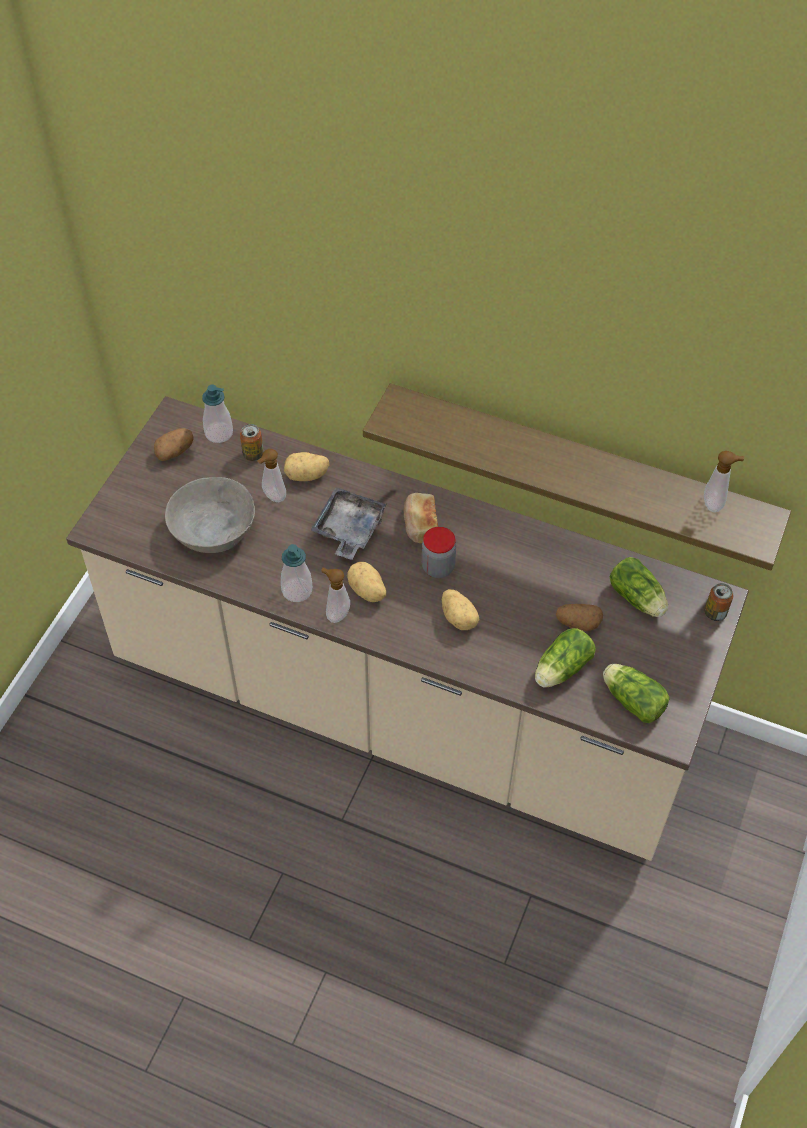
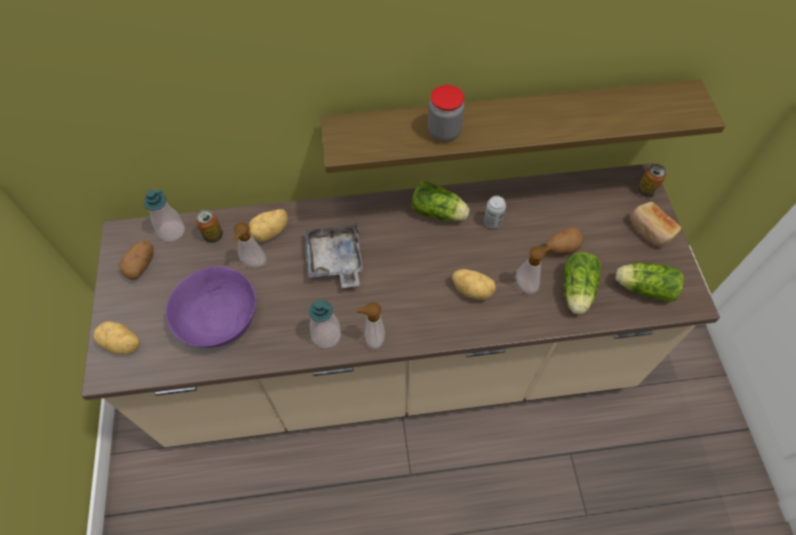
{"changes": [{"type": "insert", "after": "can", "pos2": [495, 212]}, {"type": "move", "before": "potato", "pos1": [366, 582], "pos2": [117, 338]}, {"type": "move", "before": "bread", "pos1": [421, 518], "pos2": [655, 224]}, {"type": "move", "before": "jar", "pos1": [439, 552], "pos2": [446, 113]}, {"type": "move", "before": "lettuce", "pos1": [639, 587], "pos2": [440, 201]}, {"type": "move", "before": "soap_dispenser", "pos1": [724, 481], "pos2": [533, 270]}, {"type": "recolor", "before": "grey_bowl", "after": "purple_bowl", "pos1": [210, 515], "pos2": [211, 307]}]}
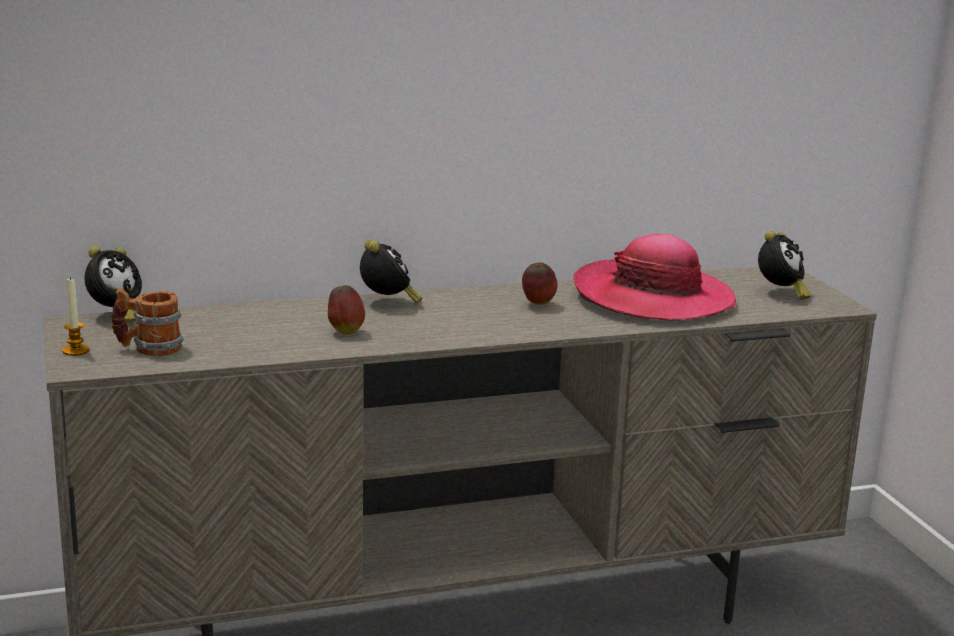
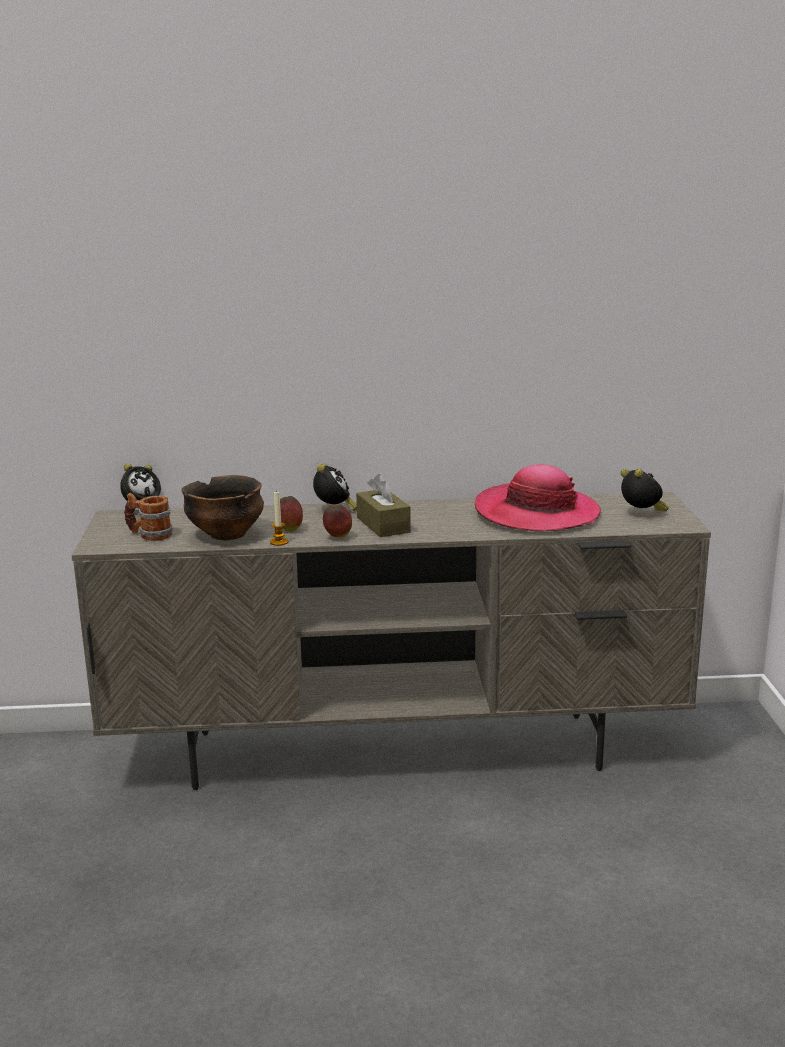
{"changes": [{"type": "insert", "after": "bowl", "pos2": [222, 507]}, {"type": "insert", "after": "brown_tissue_box", "pos2": [383, 505]}, {"type": "move", "before": "candle", "pos1": [76, 316], "pos2": [279, 518]}, {"type": "move", "before": "apple", "pos1": [540, 283], "pos2": [337, 521]}, {"type": "rotate", "before": "alarm_clock", "pos1": [784, 265], "pos2": [645, 490], "turn": -75}]}
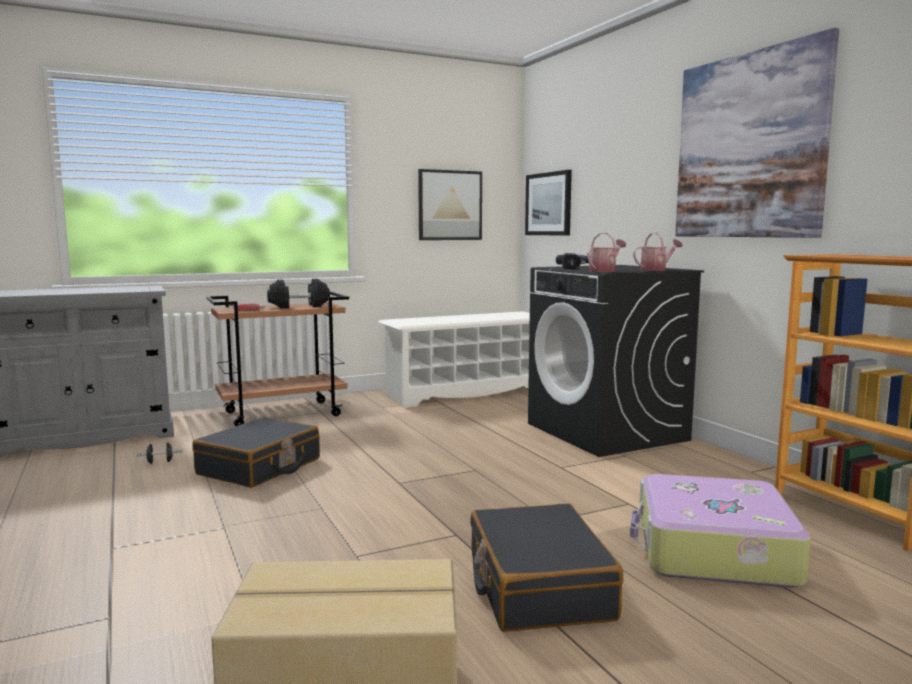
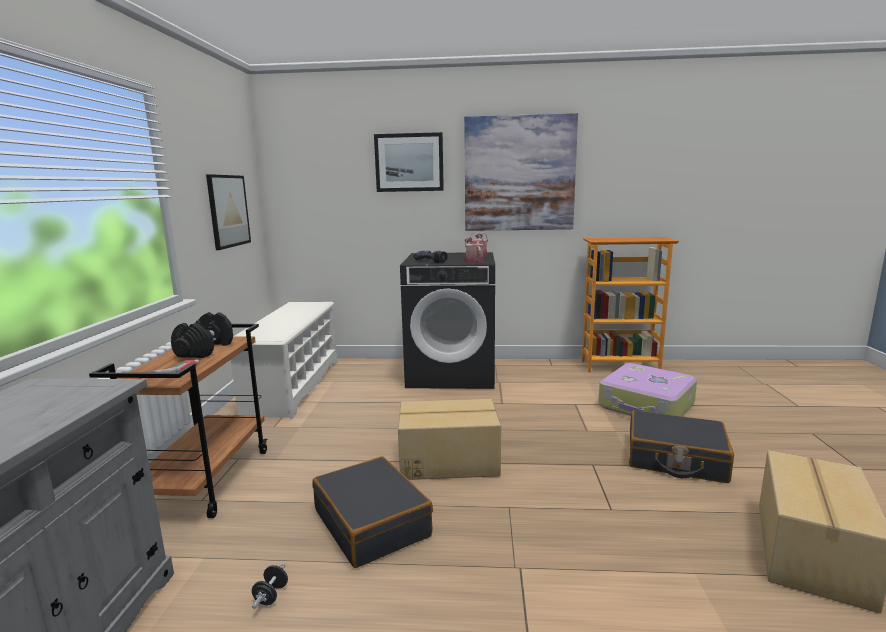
{"changes": [{"type": "insert", "after": "cardboard_box", "pos2": [449, 439]}, {"type": "move", "before": "picture", "pos1": [548, 203], "pos2": [409, 162]}]}
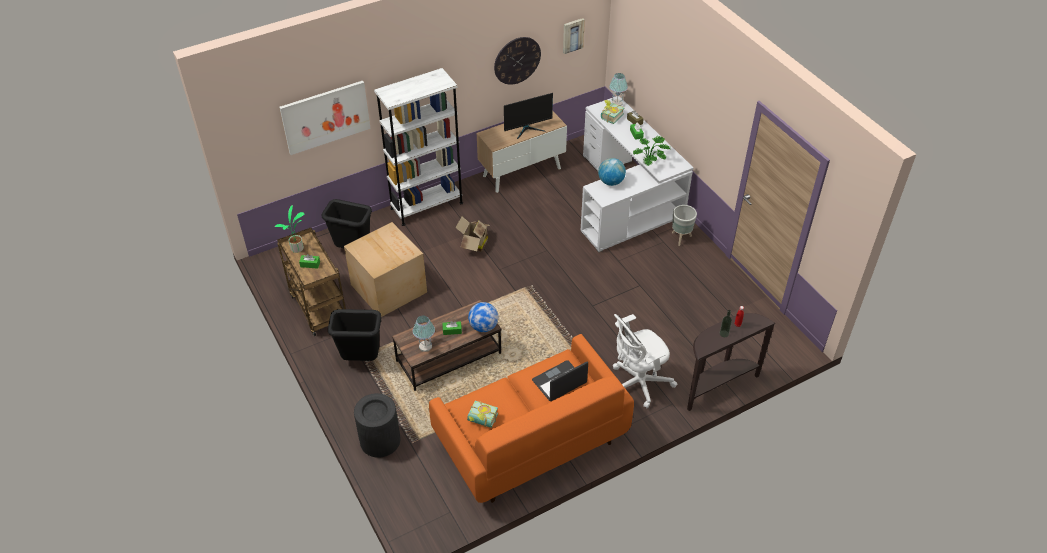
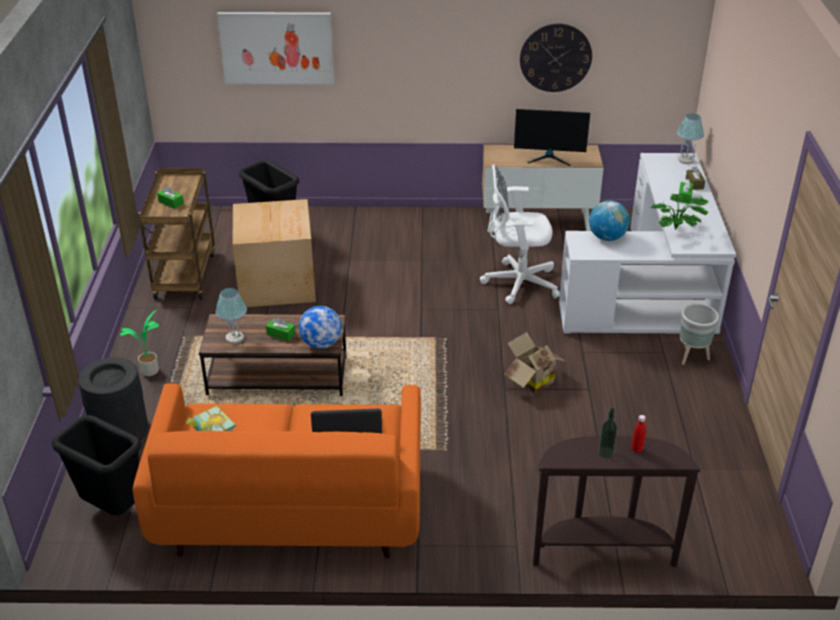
{"changes": [{"type": "delete", "before": "white_bookcase", "pos1": [418, 147]}, {"type": "delete", "before": "picture", "pos1": [574, 36]}, {"type": "delete", "before": "book", "pos1": [612, 112]}, {"type": "move", "before": "potted_plant", "pos1": [289, 229], "pos2": [139, 343]}, {"type": "move", "before": "black_trash_can", "pos1": [354, 335], "pos2": [96, 465]}, {"type": "move", "before": "cardboard_box", "pos1": [472, 234], "pos2": [534, 363]}, {"type": "move", "before": "white_office_chair", "pos1": [645, 361], "pos2": [520, 234]}]}
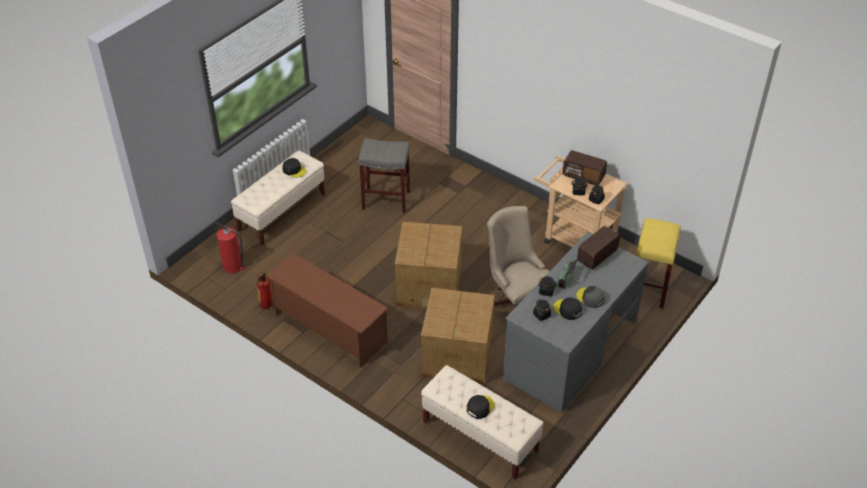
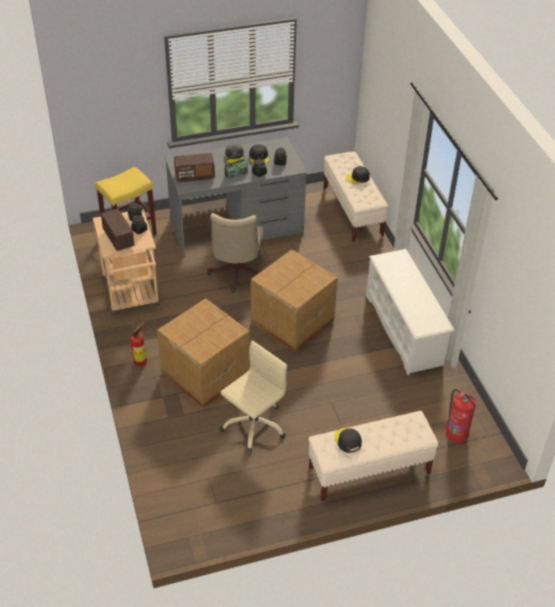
{"changes": [{"type": "move", "before": "fire_extinguisher", "pos1": [264, 291], "pos2": [138, 344]}, {"type": "move", "before": "cardboard_box", "pos1": [458, 336], "pos2": [203, 353]}, {"type": "replace", "before": "grey_stool", "after": "beige_office_chair", "pos1": [384, 175], "pos2": [253, 396]}, {"type": "recolor", "before": "brown_shoe_rack", "after": "white_shoe_rack", "pos1": [326, 310], "pos2": [410, 312]}]}
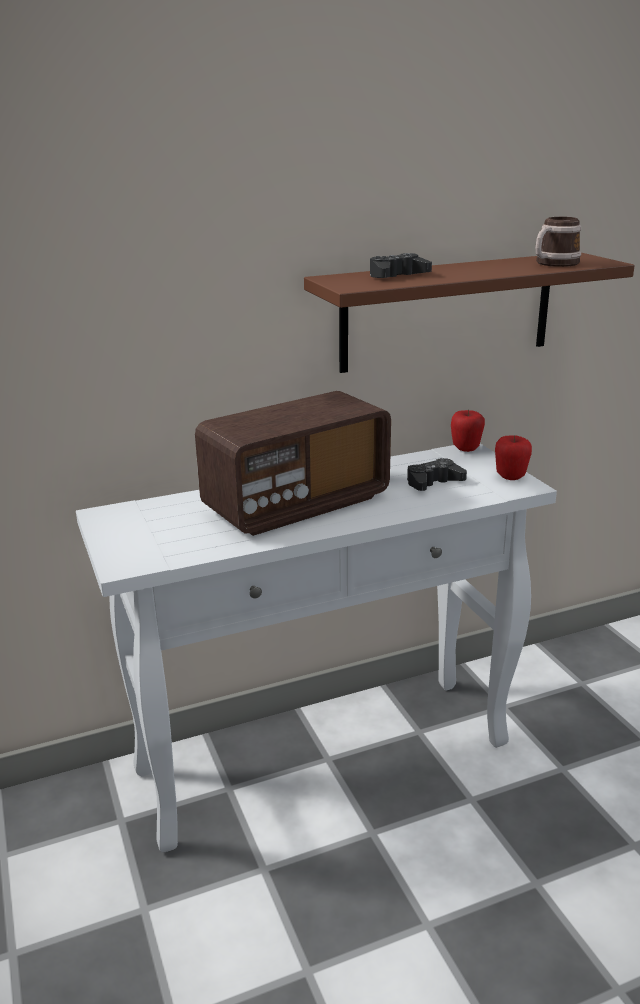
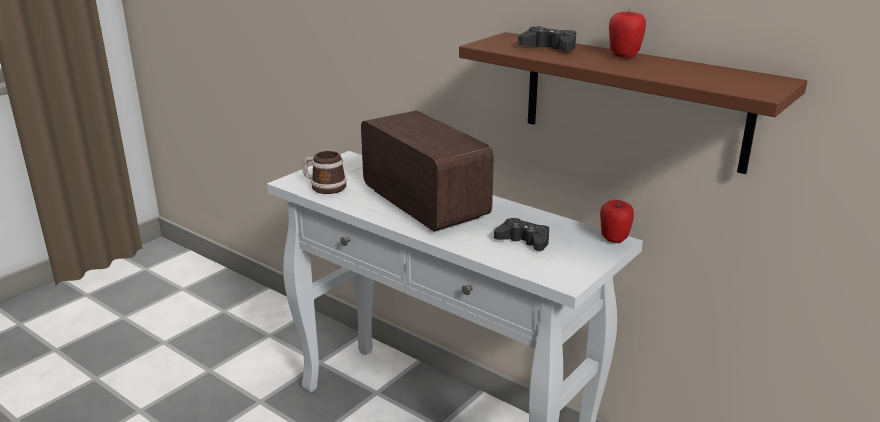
{"changes": [{"type": "move", "before": "apple", "pos1": [513, 457], "pos2": [627, 34]}, {"type": "move", "before": "mug", "pos1": [558, 242], "pos2": [325, 172]}, {"type": "rotate", "before": "radio", "pos1": [293, 463], "pos2": [427, 171], "turn": -150}]}
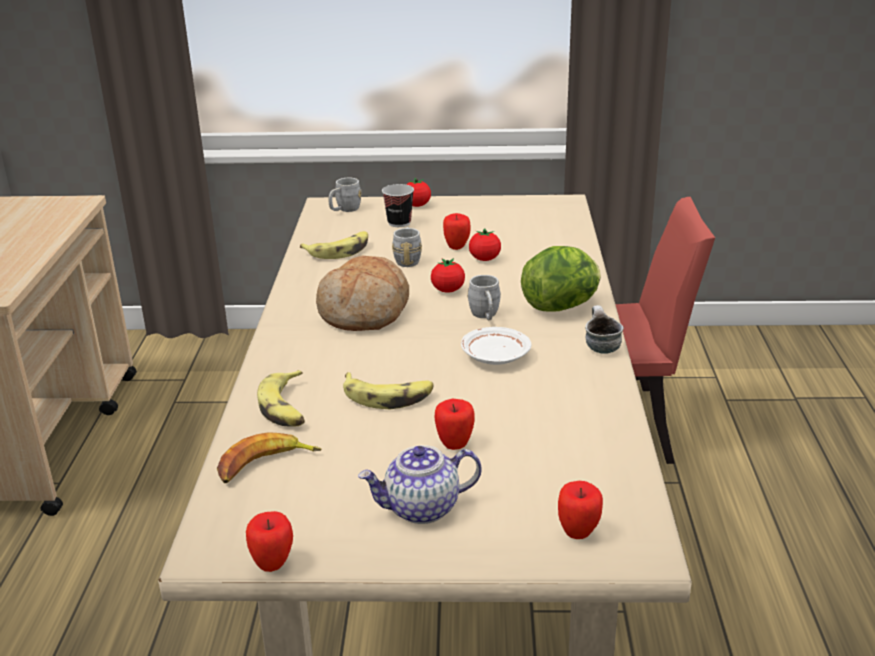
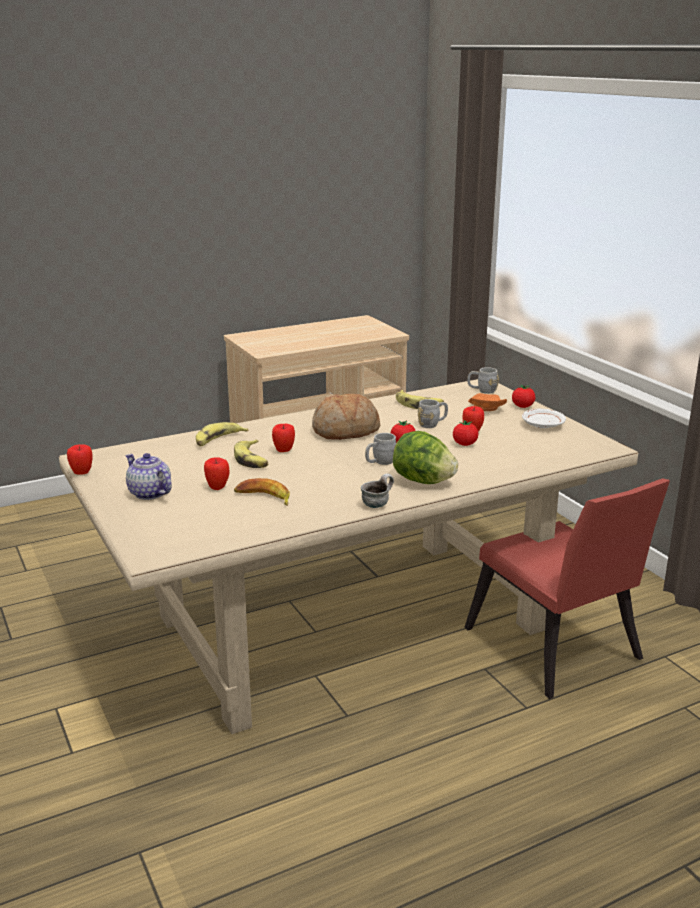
{"changes": [{"type": "move", "before": "banana", "pos1": [269, 457], "pos2": [262, 492]}, {"type": "move", "before": "white_plate", "pos1": [496, 346], "pos2": [544, 418]}, {"type": "move", "before": "apple", "pos1": [580, 510], "pos2": [283, 438]}, {"type": "replace", "before": "cup", "after": "orange_plate", "pos1": [398, 205], "pos2": [487, 402]}]}
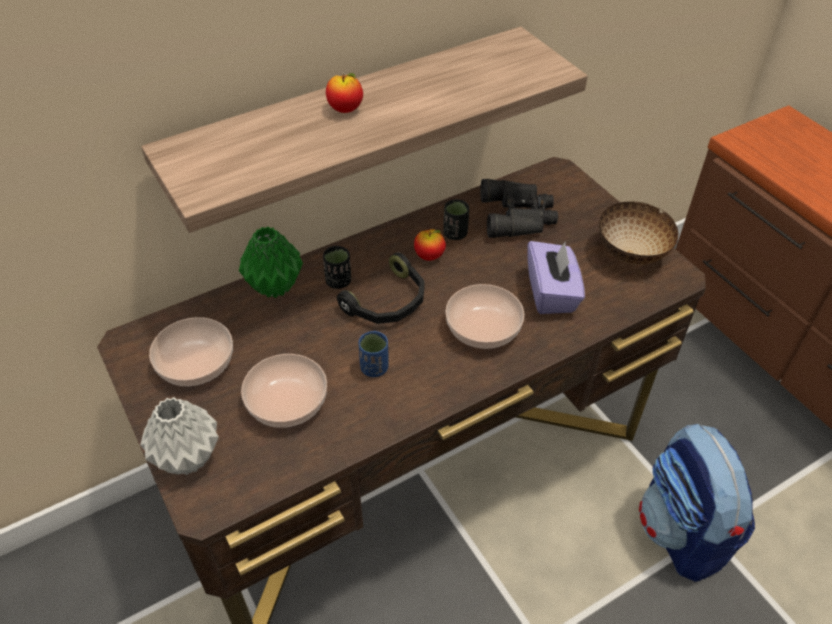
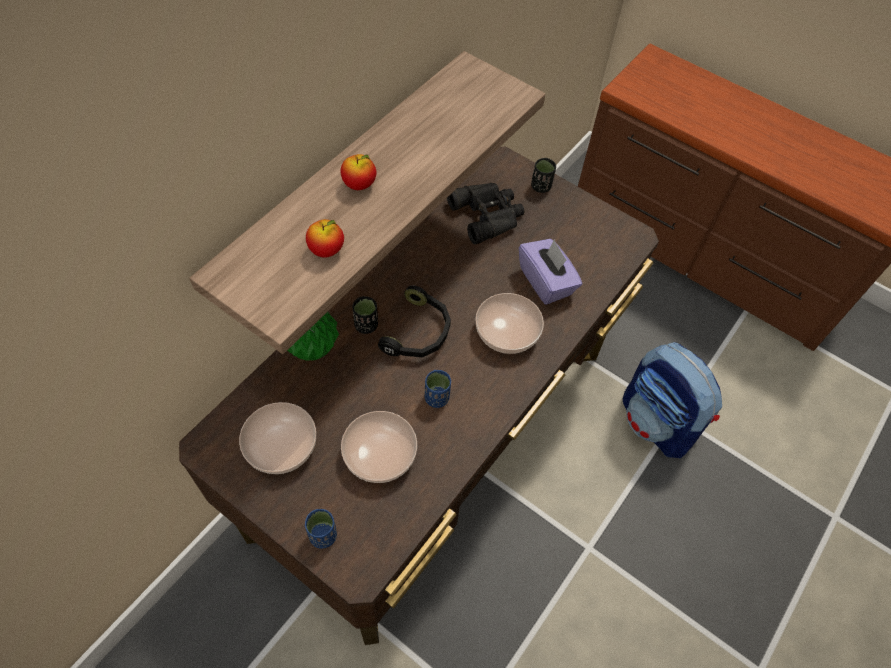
{"changes": [{"type": "delete", "before": "bowl", "pos1": [638, 233]}, {"type": "move", "before": "apple", "pos1": [430, 245], "pos2": [325, 238]}, {"type": "move", "before": "black_cup", "pos1": [456, 219], "pos2": [543, 175]}, {"type": "replace", "before": "grey_vase", "after": "blue_cup", "pos1": [179, 436], "pos2": [321, 529]}]}
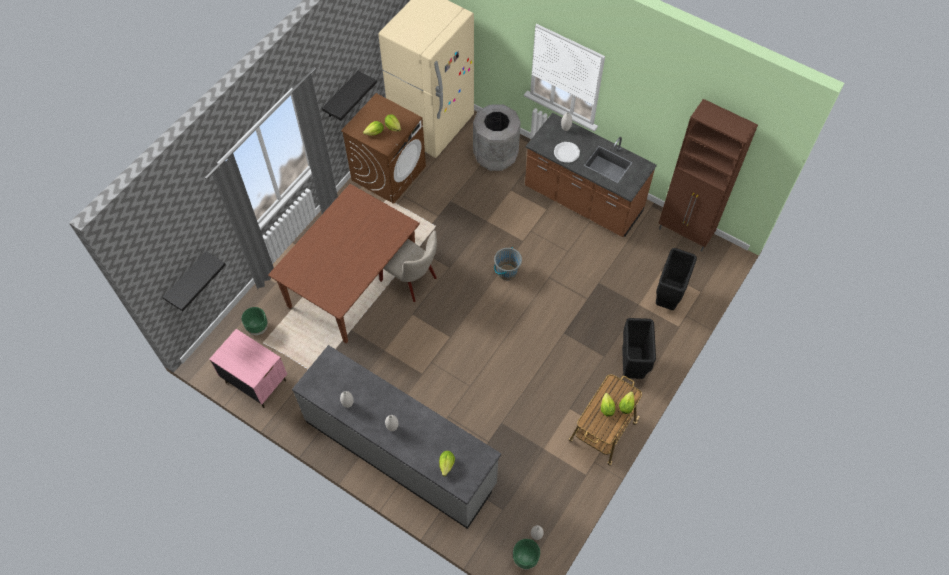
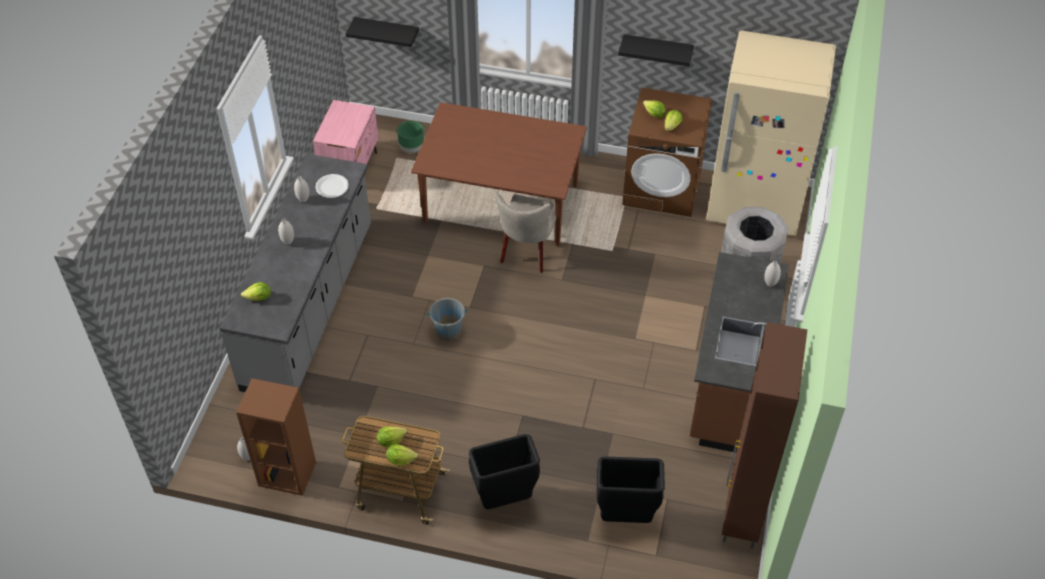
{"changes": [{"type": "delete", "before": "green_planter", "pos1": [526, 554]}, {"type": "insert", "after": "brown_bookcase", "pos2": [276, 437]}, {"type": "move", "before": "grey_bucket", "pos1": [508, 263], "pos2": [447, 320]}, {"type": "move", "before": "white_plate", "pos1": [567, 152], "pos2": [332, 186]}]}
